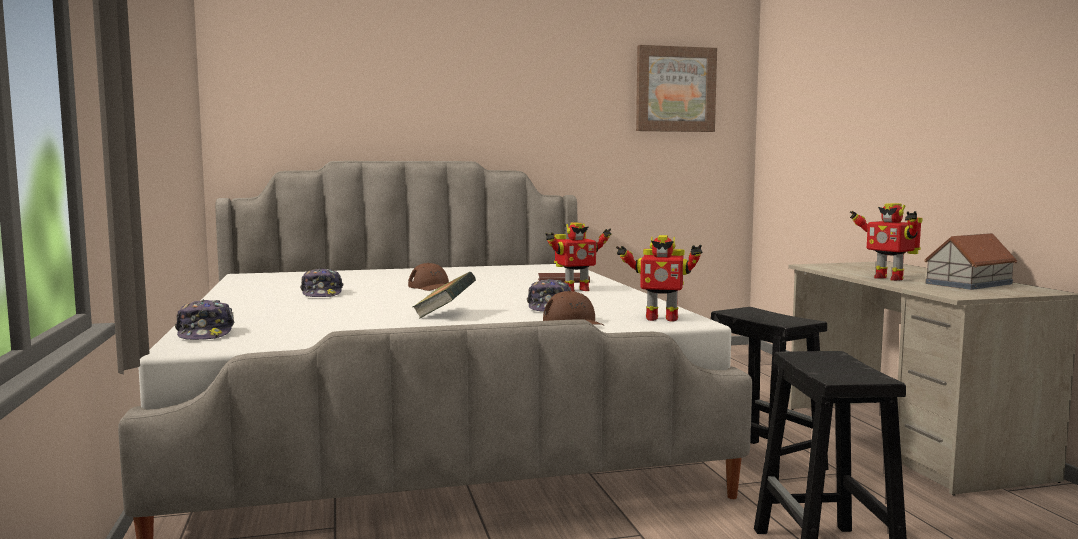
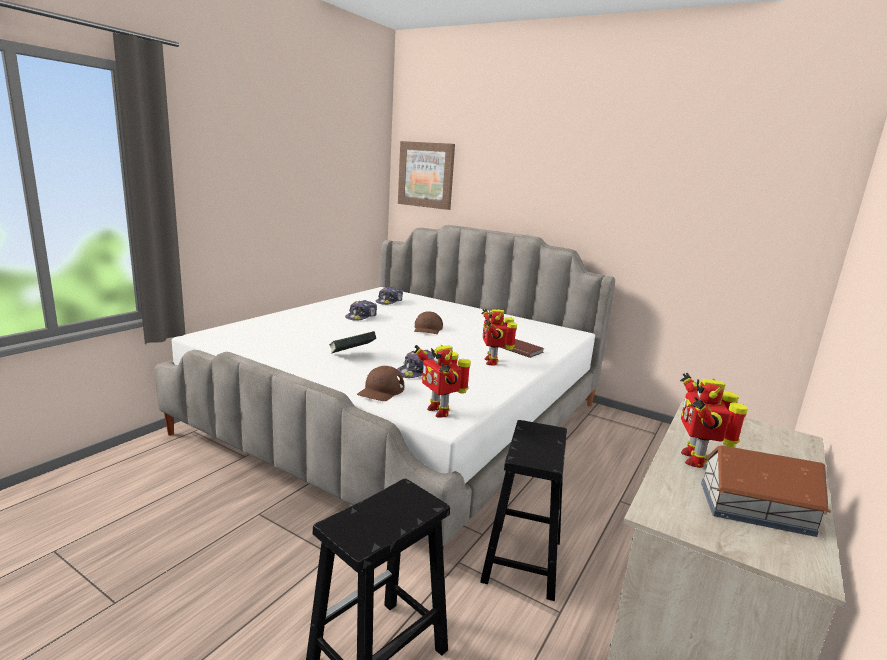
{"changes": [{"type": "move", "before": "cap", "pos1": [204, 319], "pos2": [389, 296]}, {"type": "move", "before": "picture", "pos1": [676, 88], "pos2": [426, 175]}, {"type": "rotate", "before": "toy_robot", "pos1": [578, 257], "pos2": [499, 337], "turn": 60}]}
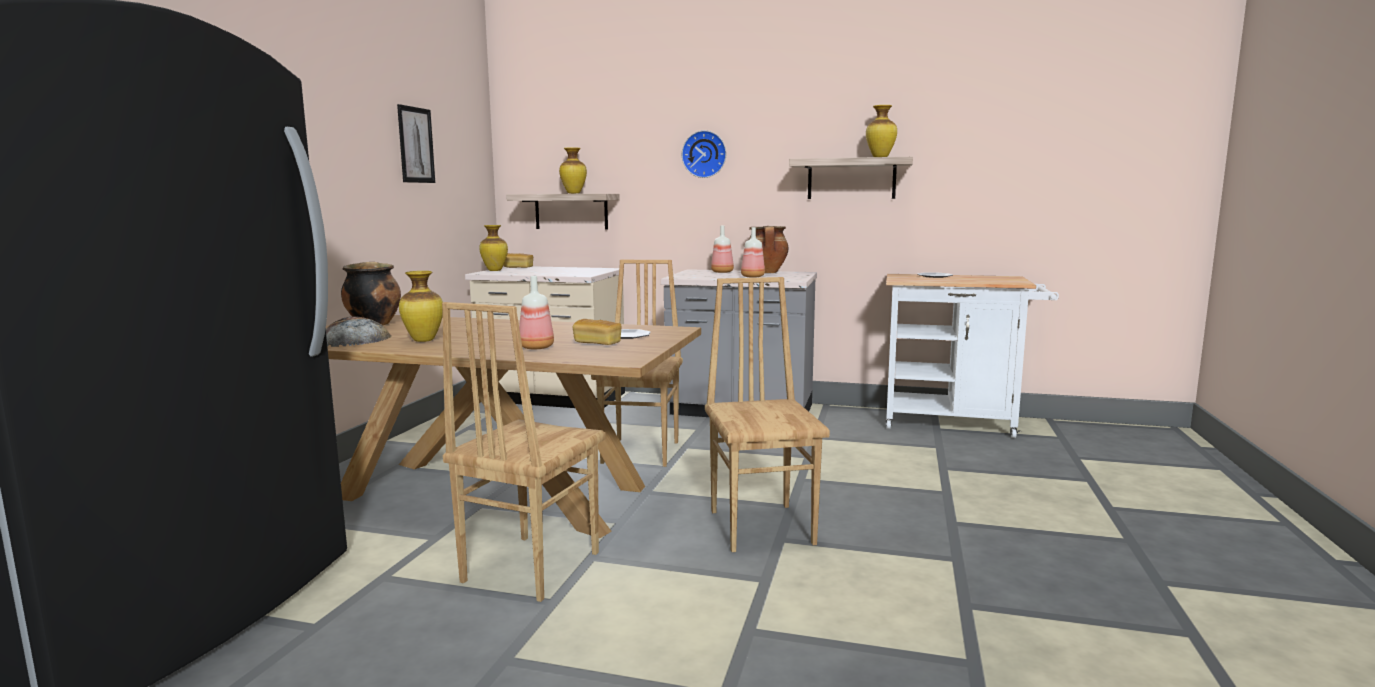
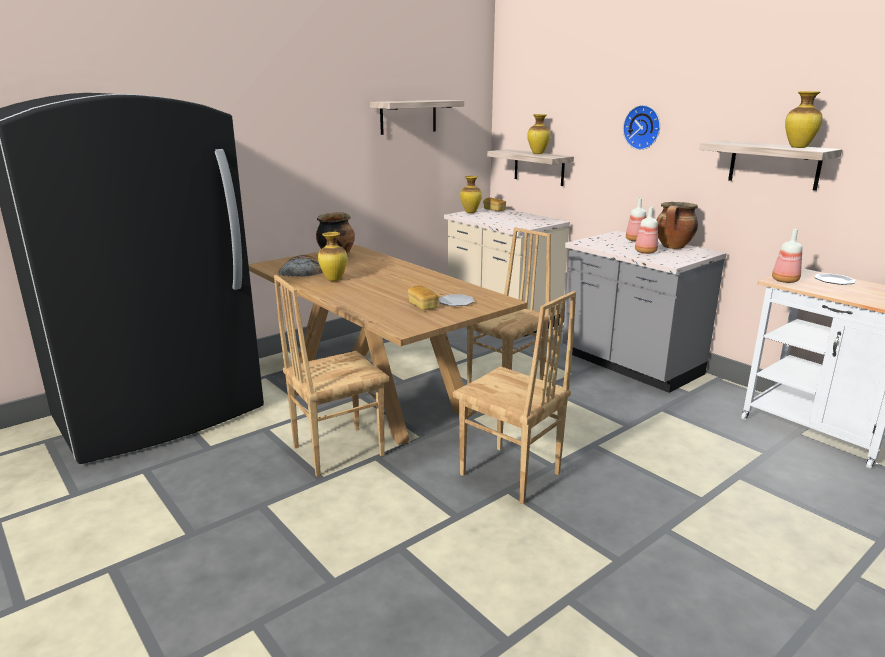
{"changes": [{"type": "move", "before": "bottle", "pos1": [536, 312], "pos2": [787, 256]}, {"type": "replace", "before": "picture", "after": "shelf", "pos1": [416, 143], "pos2": [417, 117]}, {"type": "rotate", "before": "brown_chair", "pos1": [767, 414], "pos2": [514, 397], "turn": 105}]}
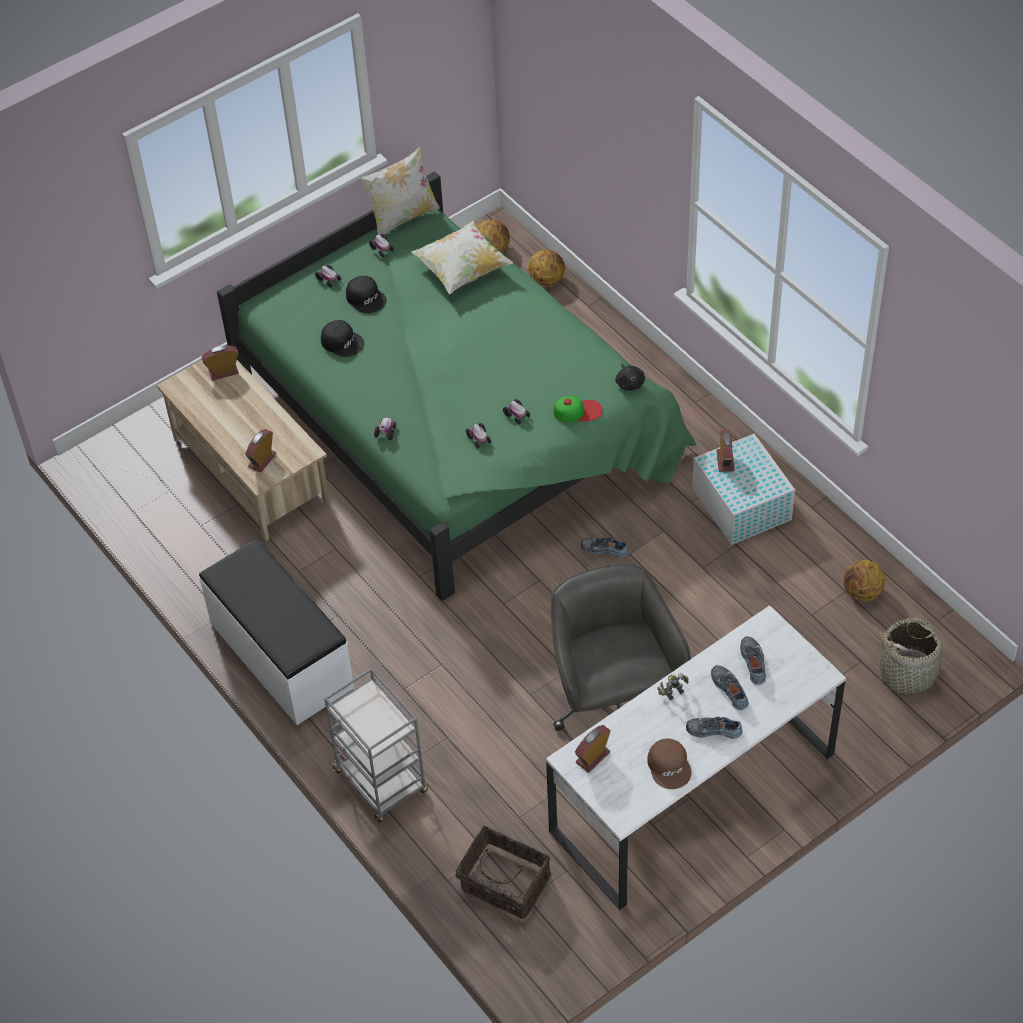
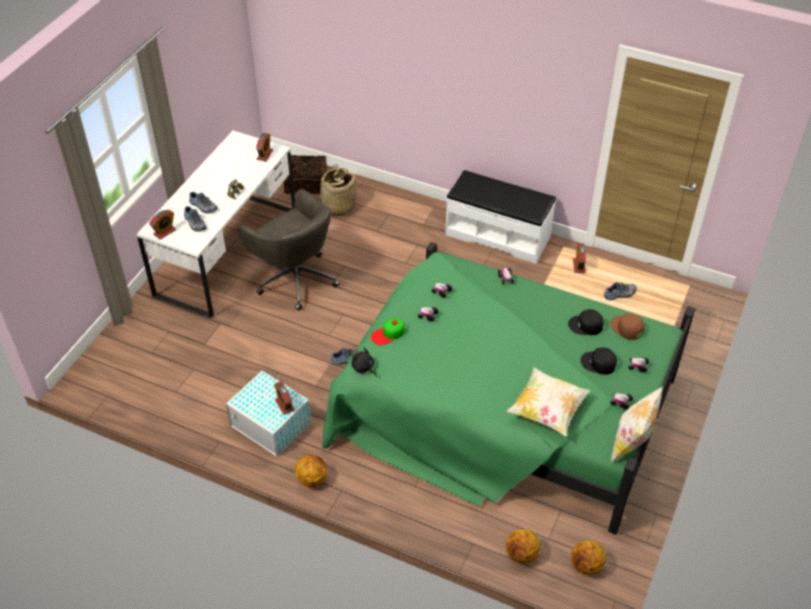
{"changes": [{"type": "delete", "before": "grey_cart", "pos1": [376, 745]}, {"type": "move", "before": "alarm_clock", "pos1": [220, 363], "pos2": [162, 224]}, {"type": "move", "before": "brown_cap", "pos1": [669, 763], "pos2": [627, 326]}, {"type": "move", "before": "shoe", "pos1": [714, 728], "pos2": [620, 291]}, {"type": "move", "before": "basketball", "pos1": [864, 580], "pos2": [311, 471]}, {"type": "move", "before": "basket", "pos1": [914, 656], "pos2": [338, 191]}]}
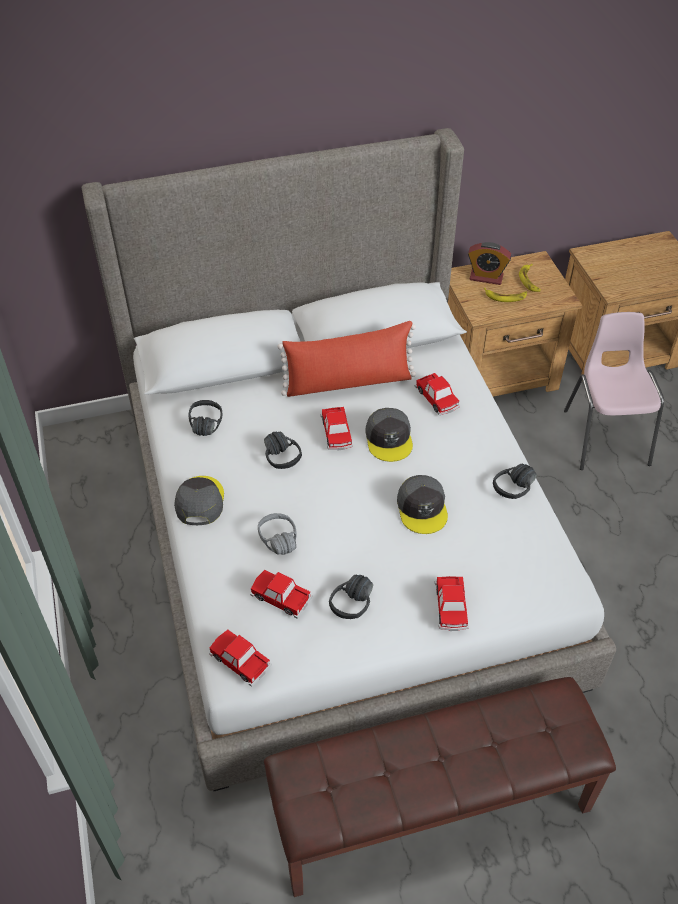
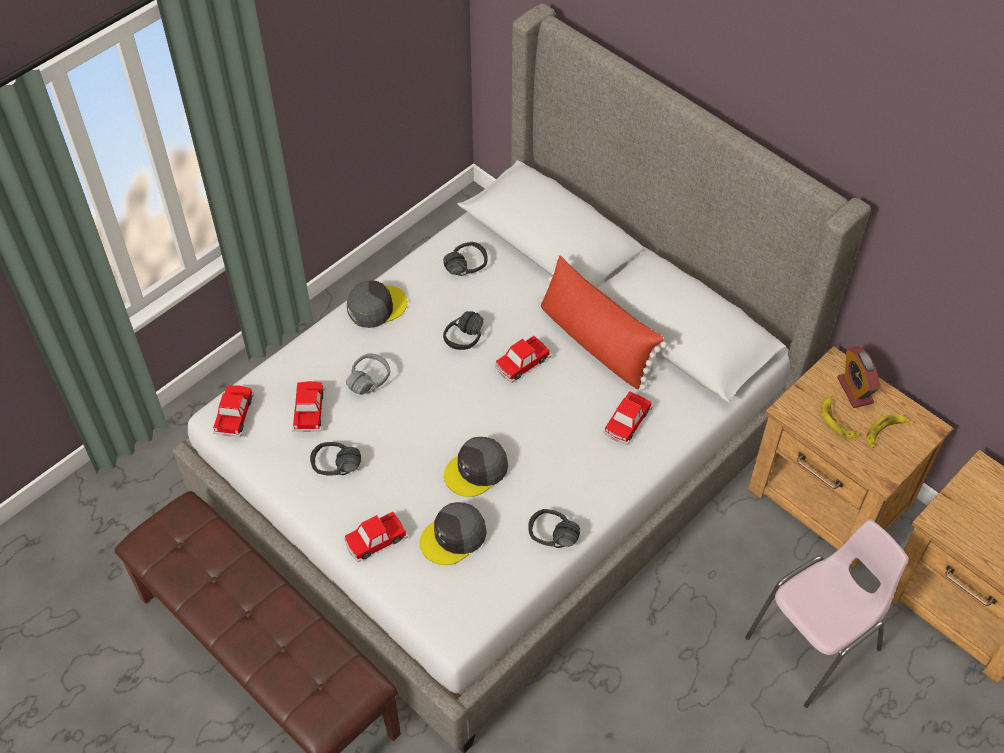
{"changes": [{"type": "move", "before": "grey_cap", "pos1": [389, 435], "pos2": [453, 533]}]}
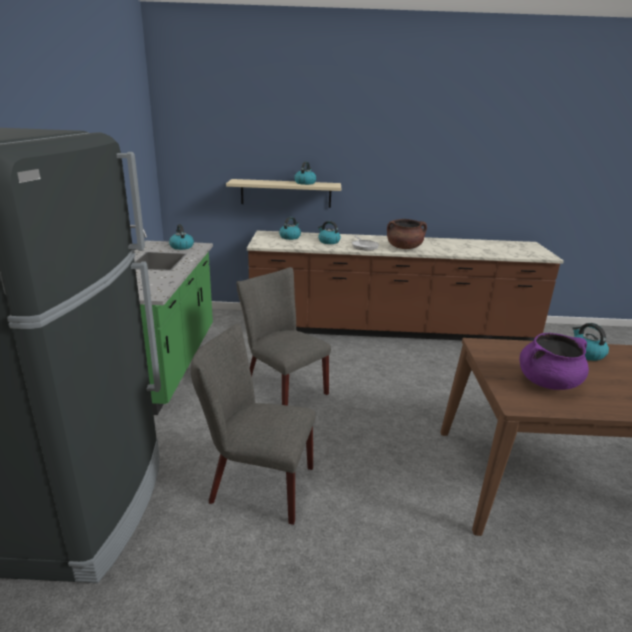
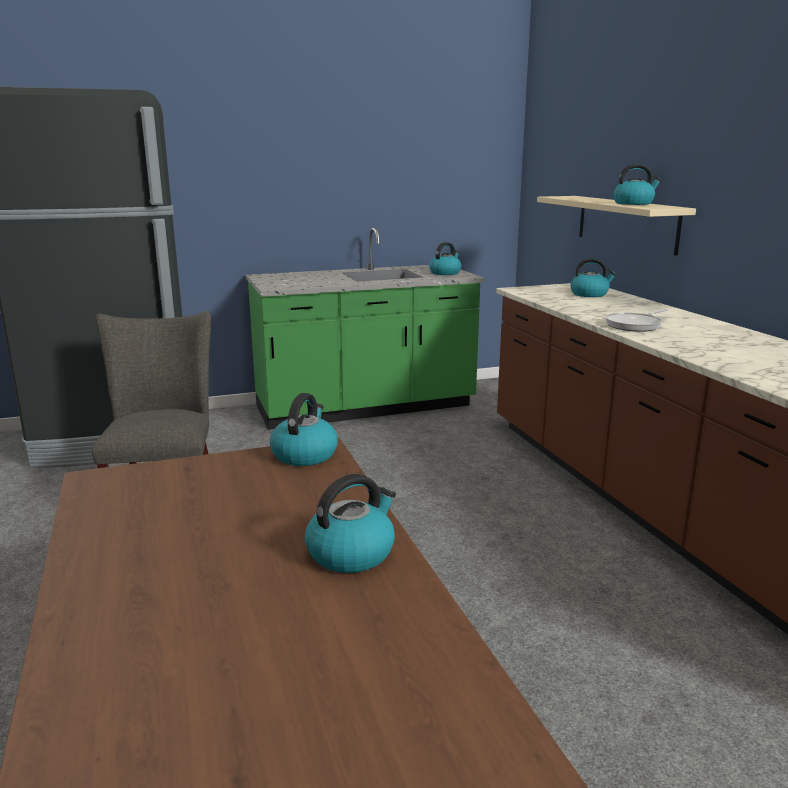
{"changes": [{"type": "delete", "before": "grey_chair", "pos1": [284, 336]}, {"type": "delete", "before": "brown_cooking_pot", "pos1": [407, 234]}, {"type": "delete", "before": "purple_cooking_pot", "pos1": [554, 361]}, {"type": "move", "before": "kettle", "pos1": [329, 232], "pos2": [304, 429]}]}
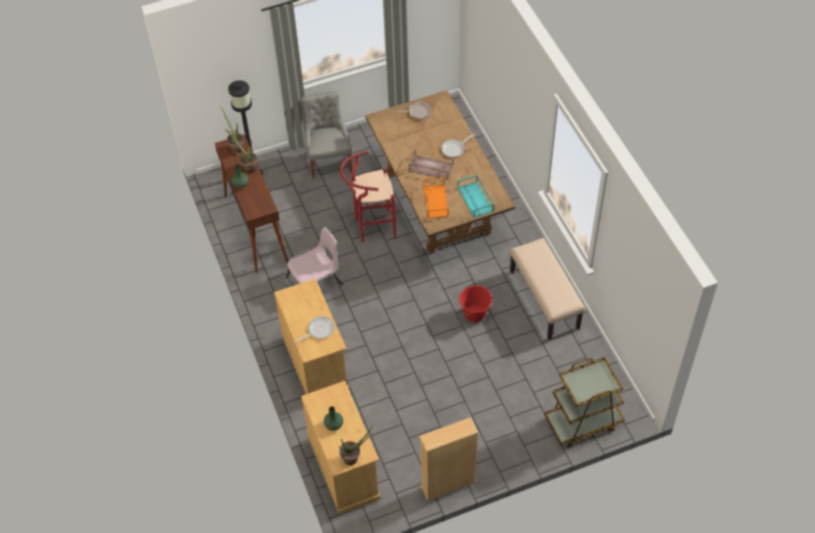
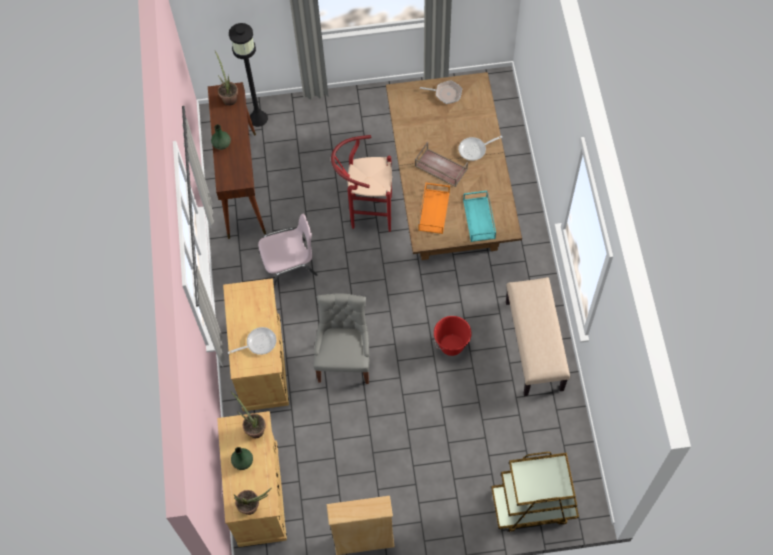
{"changes": [{"type": "move", "before": "potted_plant", "pos1": [242, 151], "pos2": [248, 414]}, {"type": "move", "before": "grey_chair", "pos1": [326, 135], "pos2": [341, 339]}]}
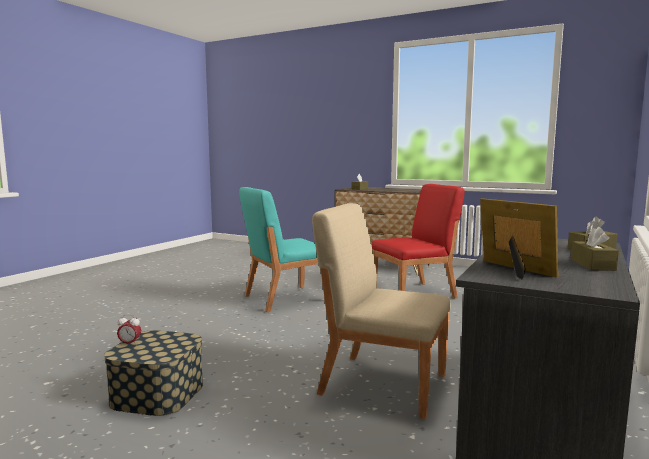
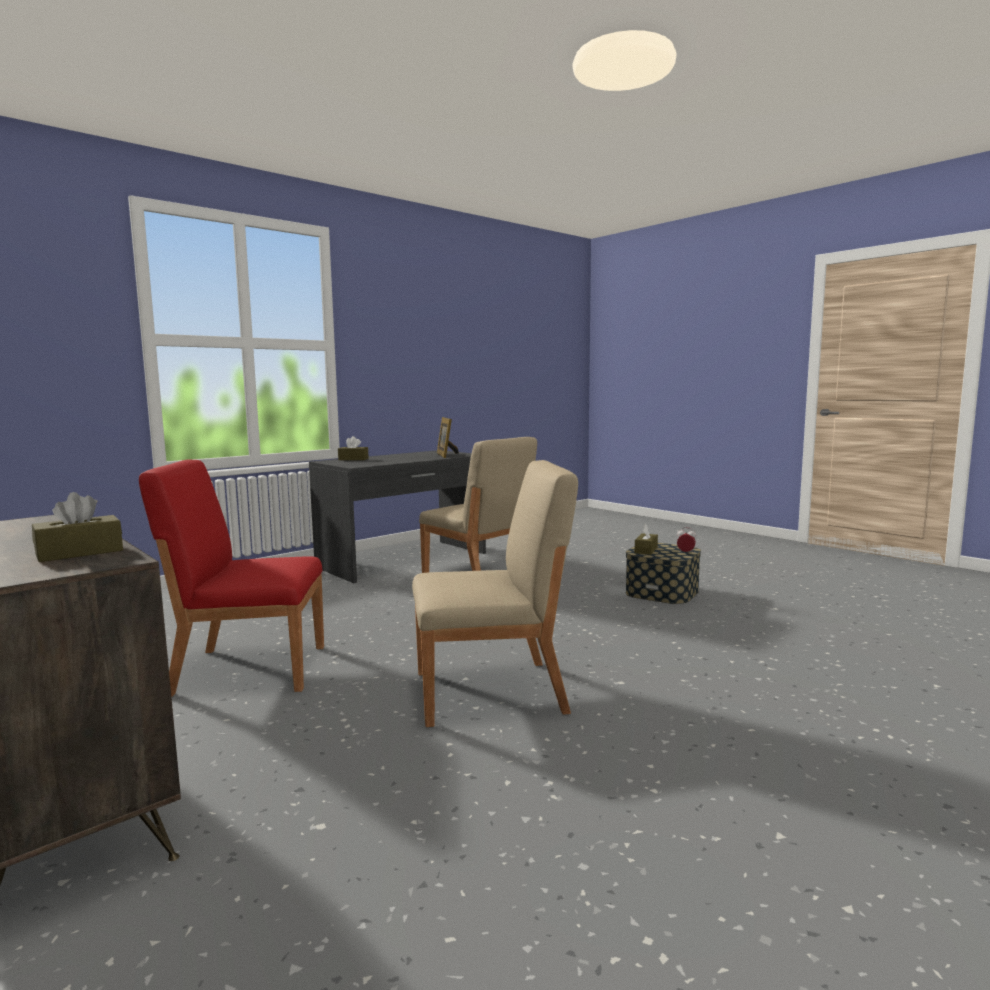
{"changes": [{"type": "move", "before": "brown_tissue_box", "pos1": [595, 249], "pos2": [646, 539]}, {"type": "recolor", "before": "turquoise_chair", "after": "beige_chair", "pos1": [282, 249], "pos2": [495, 593]}]}
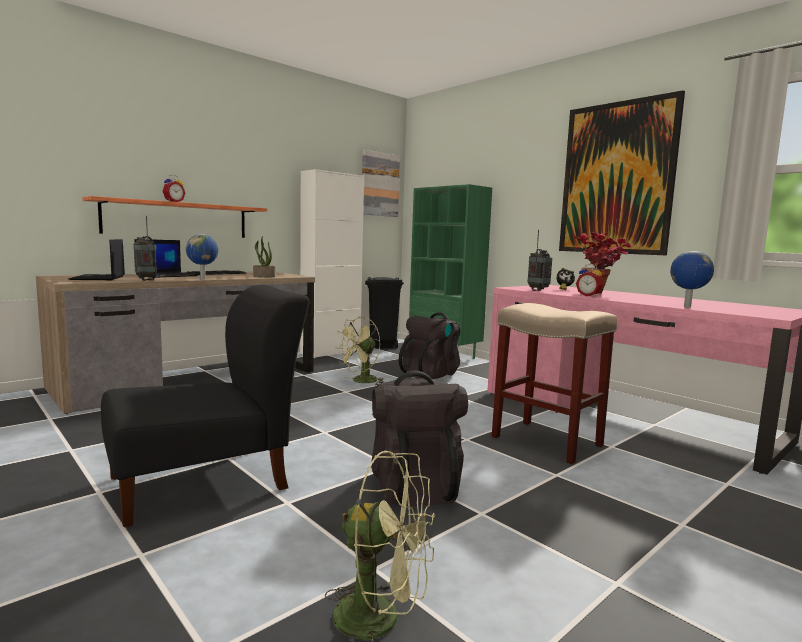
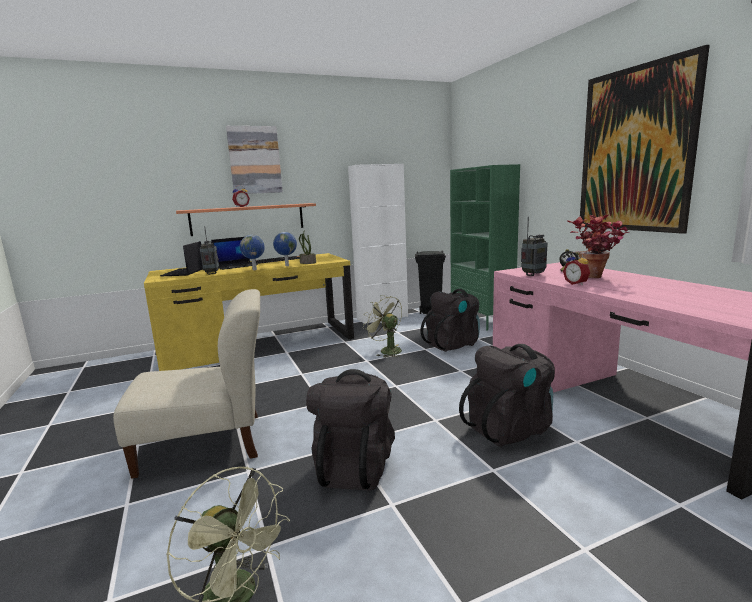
{"changes": [{"type": "move", "before": "picture", "pos1": [381, 183], "pos2": [254, 160]}, {"type": "move", "before": "globe", "pos1": [692, 279], "pos2": [285, 249]}, {"type": "replace", "before": "beige_stool", "after": "black_backpack", "pos1": [554, 383], "pos2": [507, 395]}, {"type": "recolor", "before": "brown_desk", "after": "yellow_desk", "pos1": [175, 343], "pos2": [249, 312]}, {"type": "recolor", "before": "black_chair", "after": "beige_chair", "pos1": [205, 406], "pos2": [186, 384]}, {"type": "rotate", "before": "green_fan", "pos1": [359, 351], "pos2": [382, 326], "turn": 75}]}
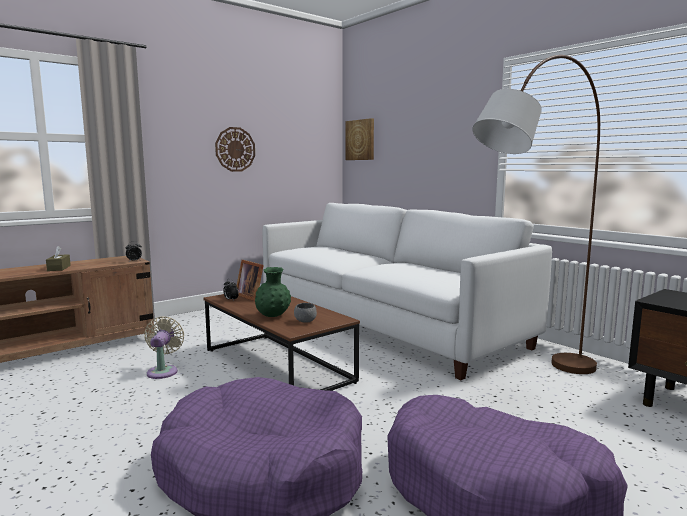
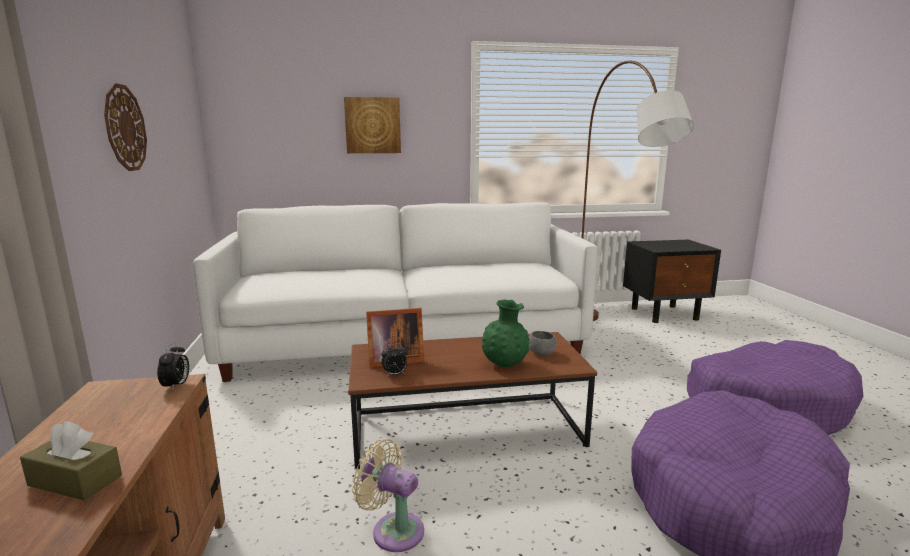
{"changes": [{"type": "move", "before": "picture", "pos1": [359, 139], "pos2": [372, 125]}]}
